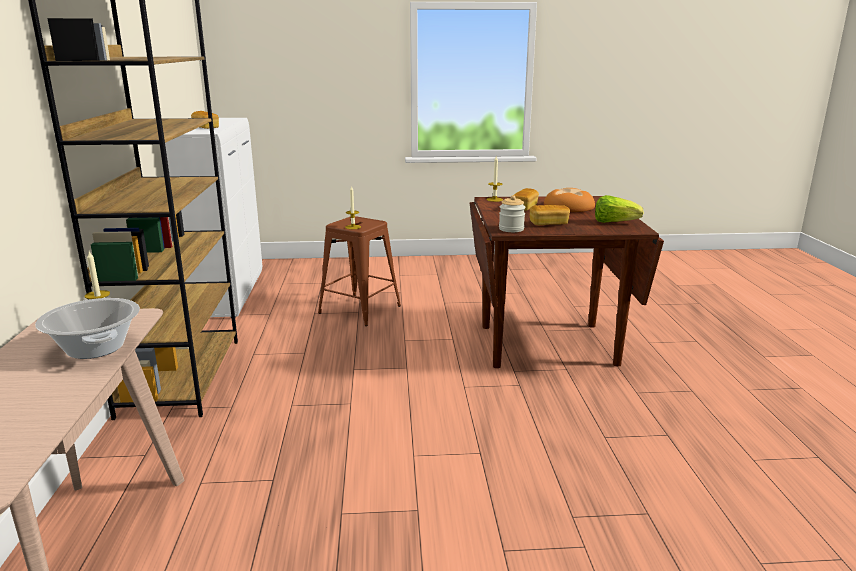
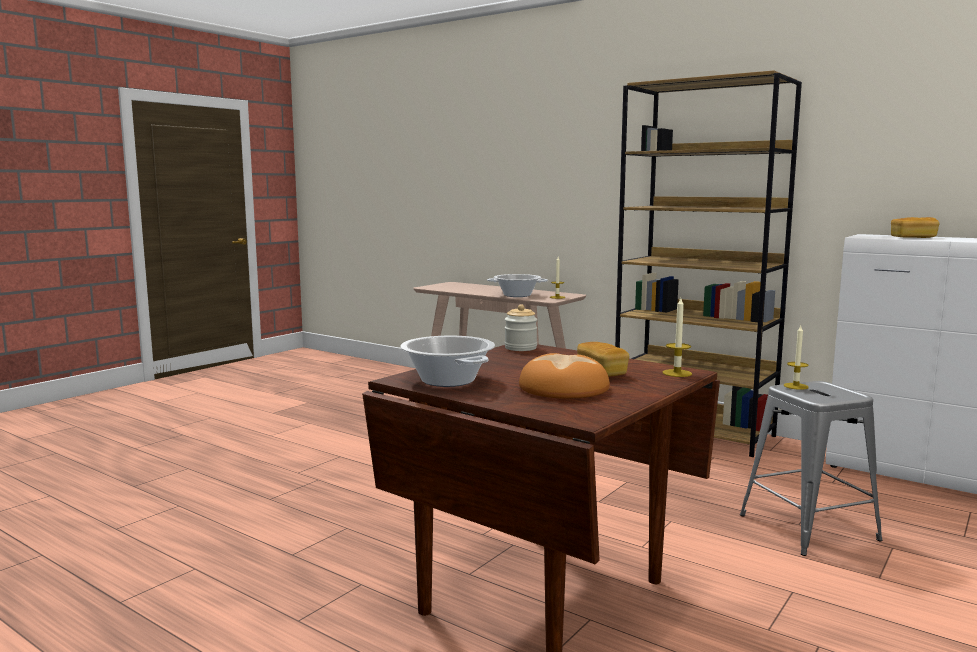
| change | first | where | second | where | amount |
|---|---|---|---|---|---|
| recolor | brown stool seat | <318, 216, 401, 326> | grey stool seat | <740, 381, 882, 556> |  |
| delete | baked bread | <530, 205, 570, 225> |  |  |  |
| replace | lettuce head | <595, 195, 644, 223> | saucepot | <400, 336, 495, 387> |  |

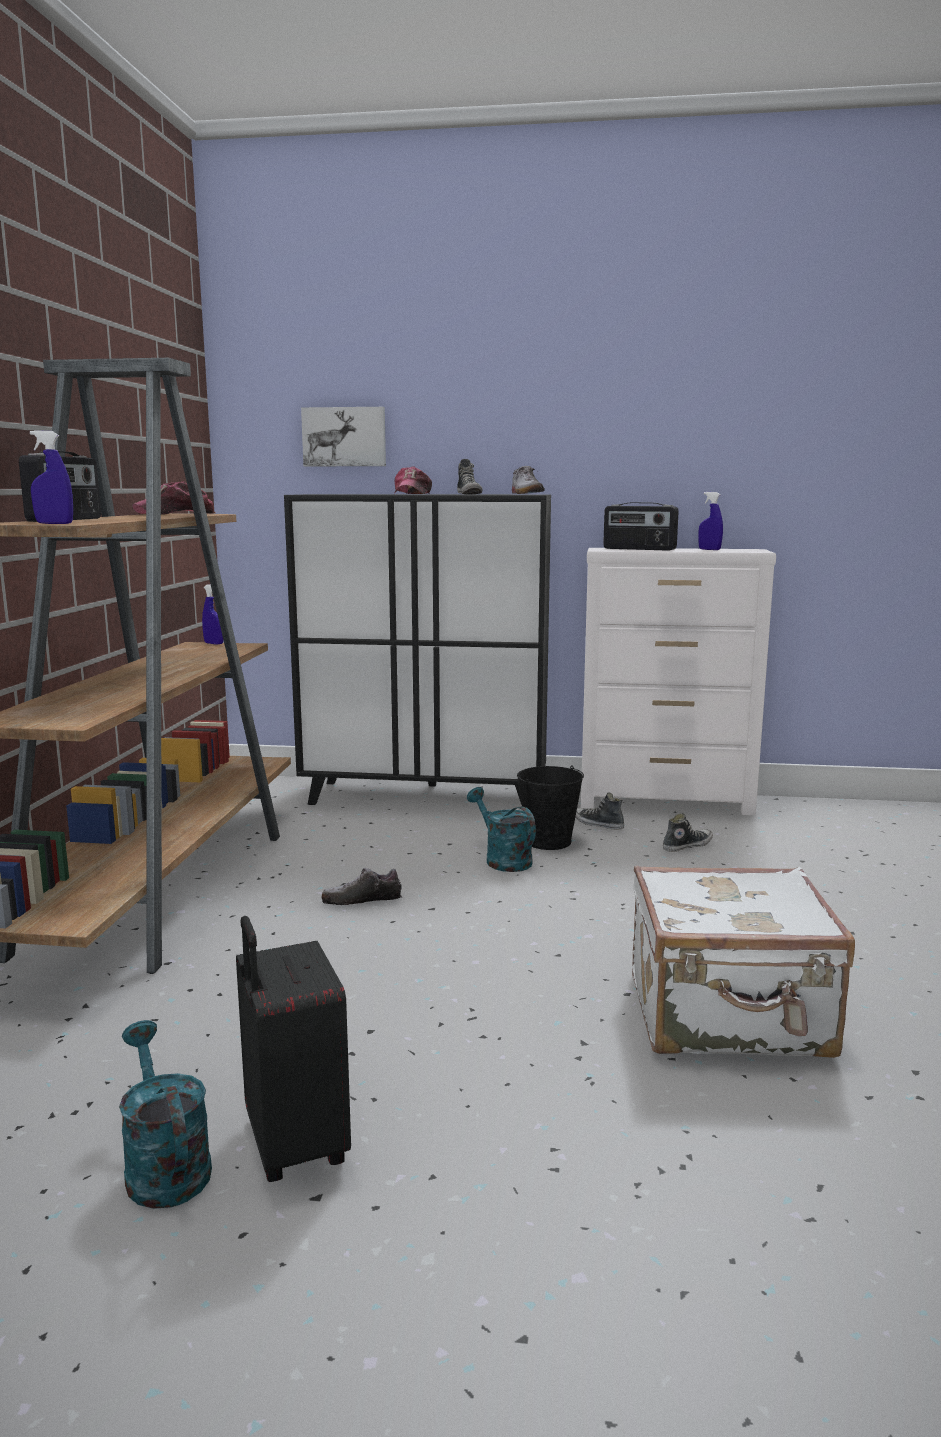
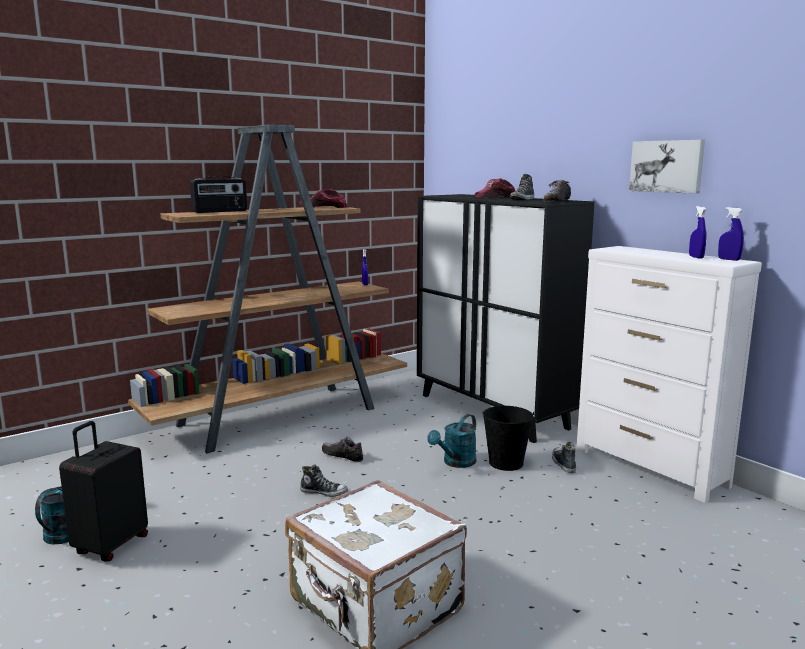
| change | first | where | second | where | amount |
|---|---|---|---|---|---|
| move | bluish spray bottle | <30, 430, 73, 524> |  | <718, 207, 744, 261> |  |
| move | picture | <301, 407, 386, 466> |  | <629, 140, 705, 194> |  |
| rotate | turquoise-coloured watering can | <467, 787, 536, 872> |  | <427, 414, 476, 468> | 150 degrees counterclockwise |
| delete | radio | <603, 502, 679, 551> |  |  |  |
| move | shoe | <663, 813, 713, 852> |  | <300, 464, 348, 497> |  |

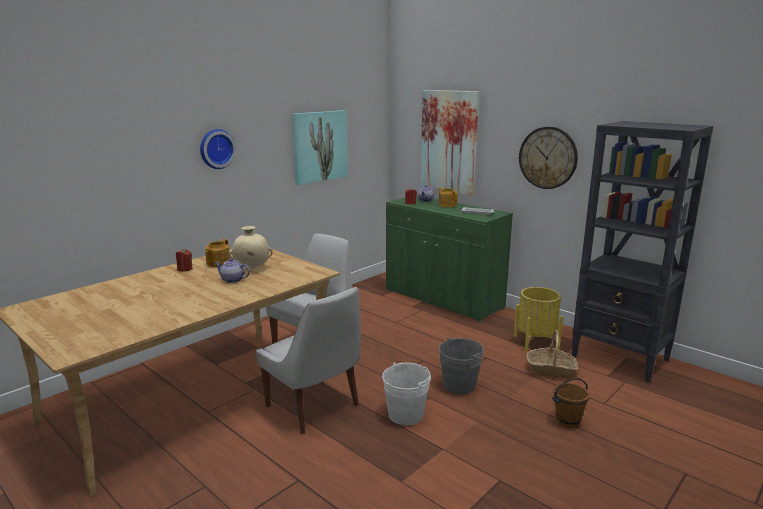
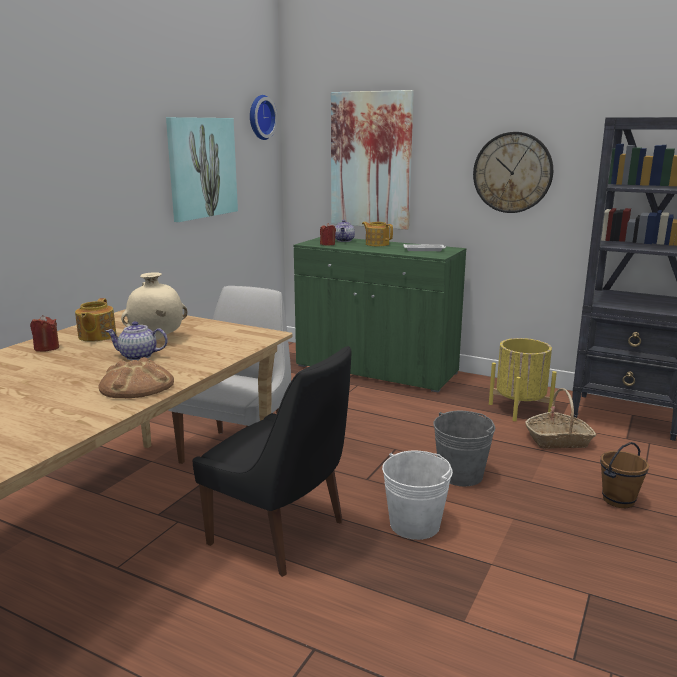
| change | first | where | second | where | amount |
|---|---|---|---|---|---|
| move | wall clock | <200, 129, 236, 169> |  | <250, 95, 277, 140> |  |
| recolor | white chair | <256, 287, 361, 434> | black chair | <192, 346, 352, 577> |  |
| insert |  |  | baked bread | <98, 357, 174, 398> |  |

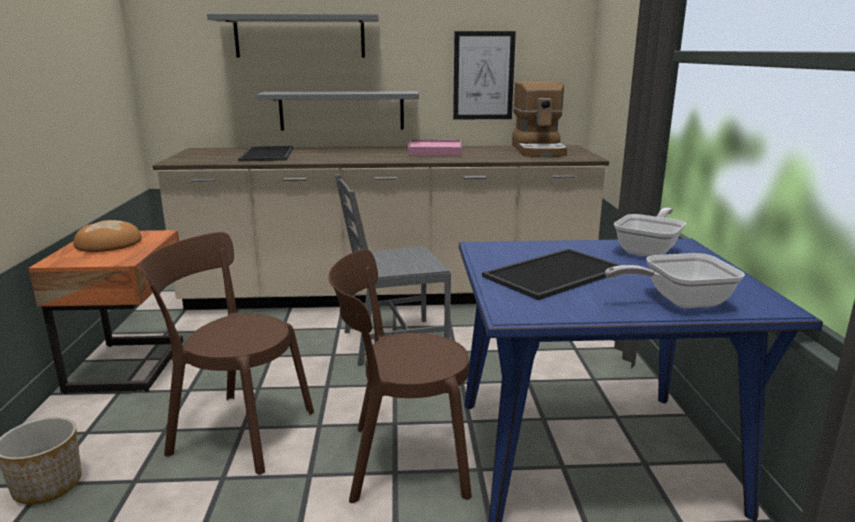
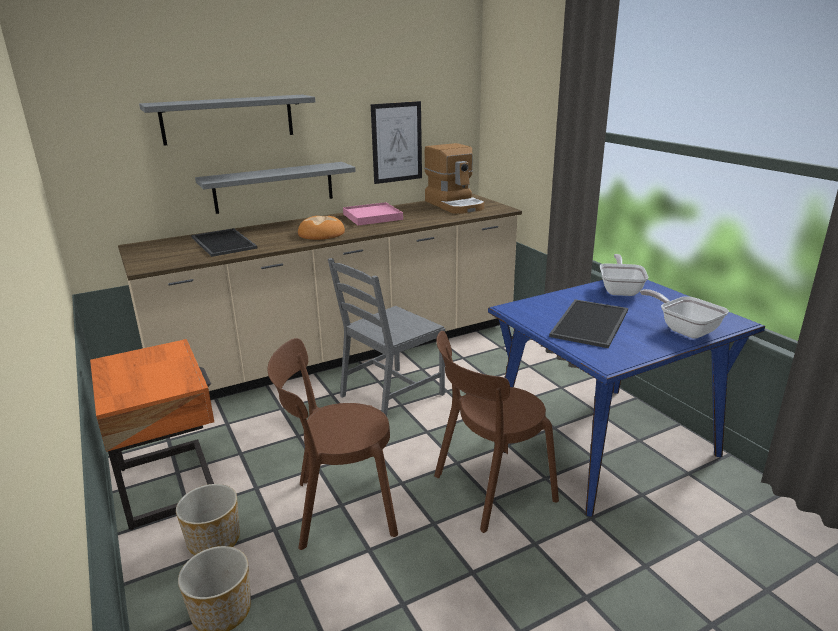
| change | first | where | second | where | amount |
|---|---|---|---|---|---|
| move | baked bread | <74, 220, 142, 252> |  | <298, 216, 345, 240> |  |
| rotate | skillet | <605, 253, 745, 308> |  | <640, 289, 729, 339> | 90 degrees clockwise |
| insert |  |  | flower pot | <176, 484, 240, 555> |  |

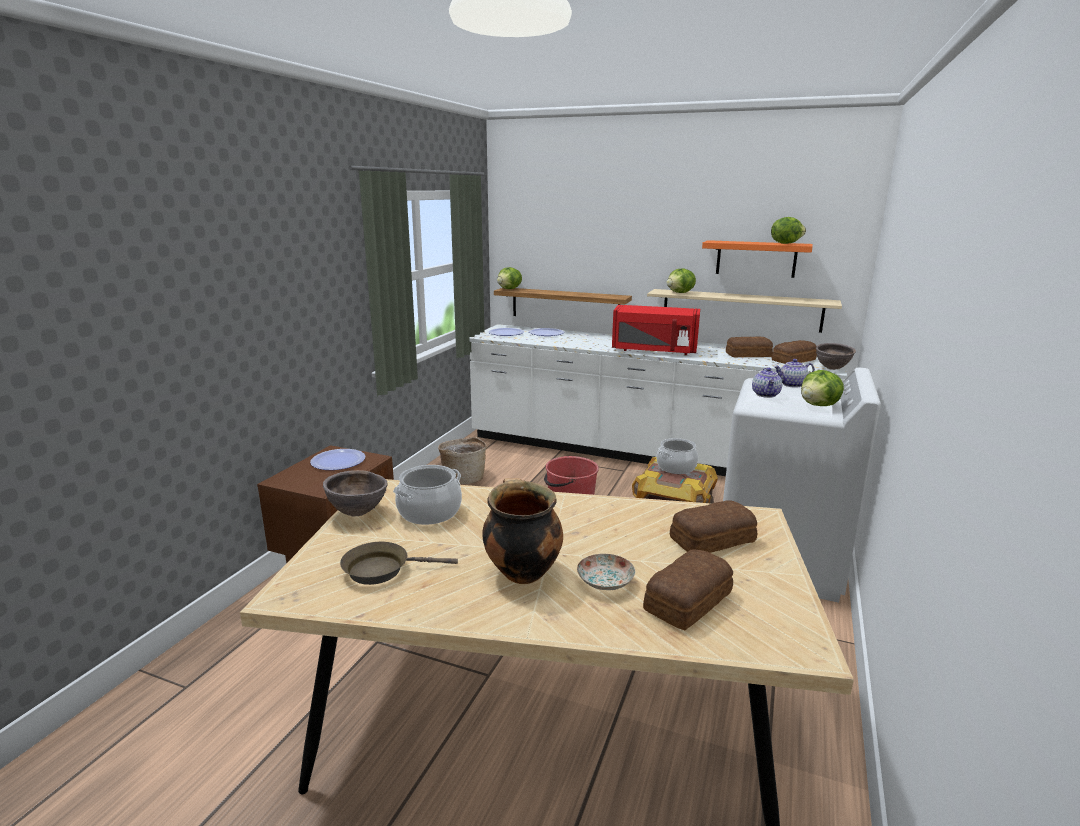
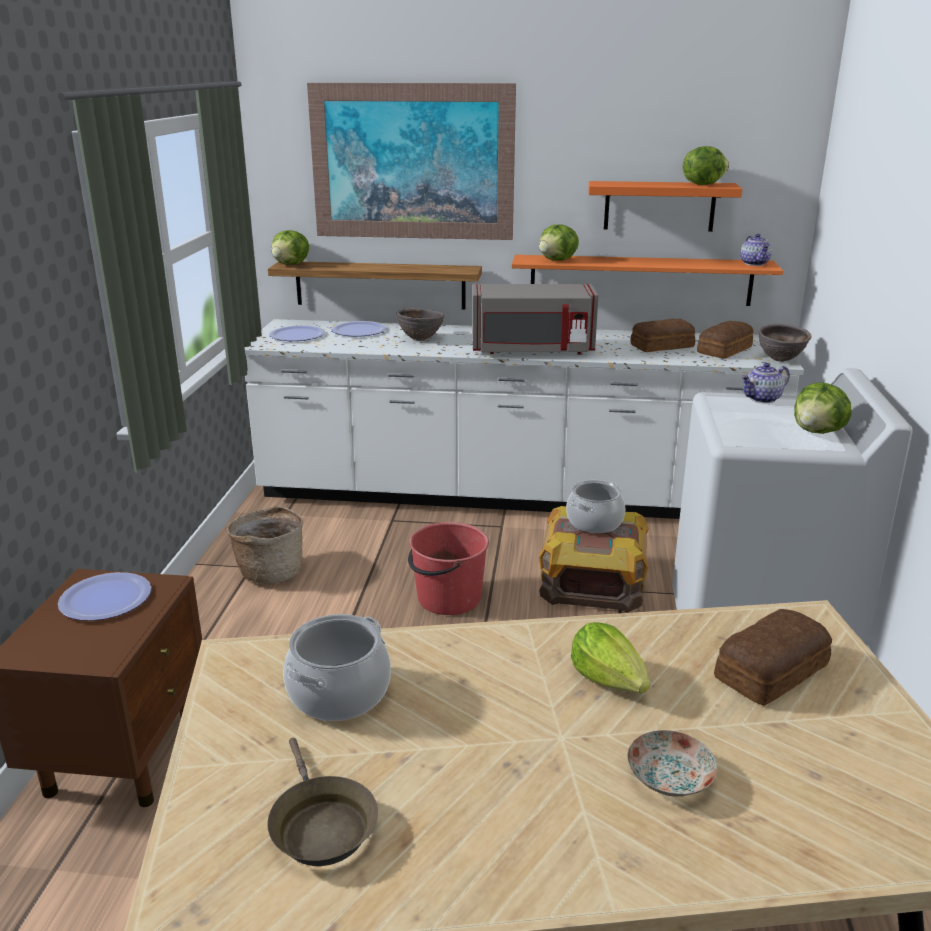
| change | first | where | second | where | amount |
|---|---|---|---|---|---|
| move | brown serving bowl | <323, 470, 388, 517> |  | <397, 308, 444, 341> |  |
| rotate | brown skillet | <340, 542, 458, 585> |  | <267, 738, 378, 866> | 90 degrees counterclockwise |
| delete | saucepot | <482, 478, 563, 584> |  |  |  |
| recolor | reddish kitchen microwave | <612, 305, 700, 355> | grey kitchen microwave | <472, 284, 598, 354> |  |
| delete | baked bread | <643, 550, 733, 630> |  |  |  |
| recolor | sand-coloured wall shelf | <647, 289, 842, 333> | orange wall shelf | <512, 255, 783, 306> |  |
| move | tea pot | <752, 368, 782, 398> |  | <740, 234, 772, 266> |  |
| insert |  |  | picture | <307, 83, 516, 240> |  |
| insert |  |  | lettuce head | <571, 622, 651, 694> |  |

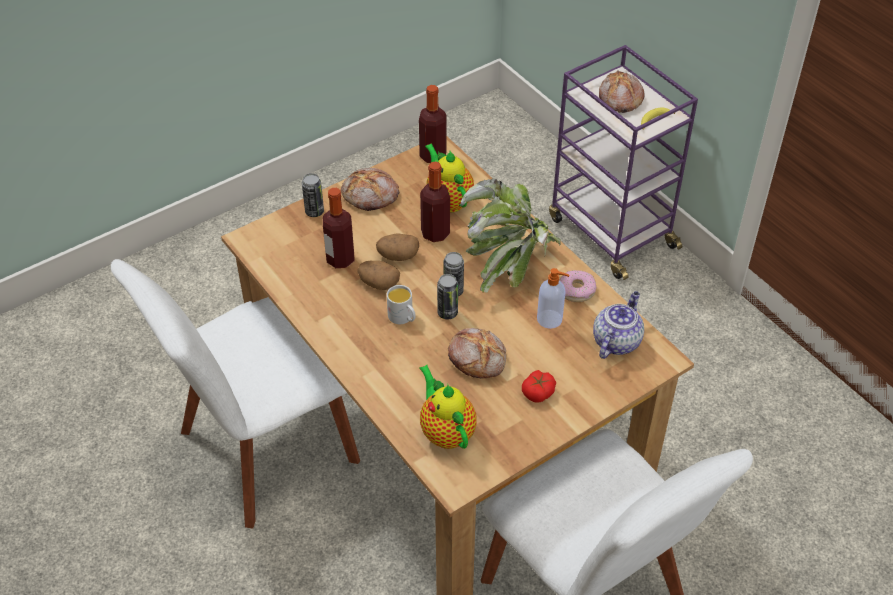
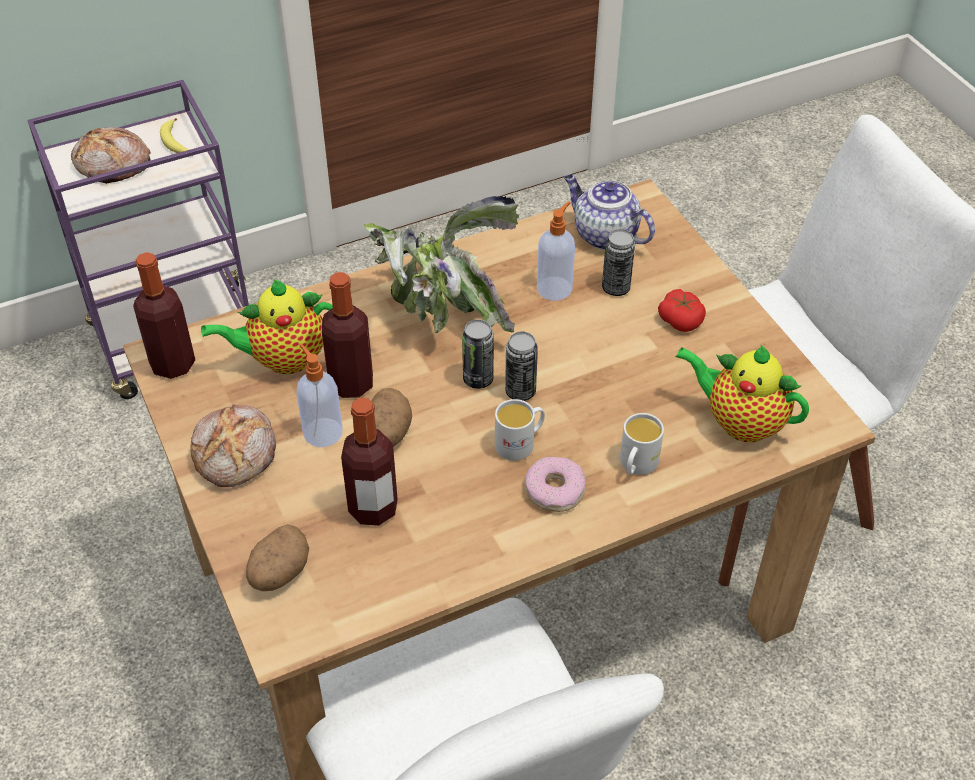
| change | first | where | second | where | amount |
|---|---|---|---|---|---|
| move | sealed can | <302, 173, 324, 217> |  | <602, 229, 635, 296> |  |
| move | spud | <357, 261, 400, 290> |  | <246, 524, 309, 591> |  |
| rotate | tea pot | <419, 365, 477, 449> |  | <675, 345, 809, 442> | 45 degrees clockwise |
| delete | baked bread | <448, 328, 506, 378> |  |  |  |
| move | donut | <559, 270, 596, 302> |  | <525, 456, 586, 512> |  |
| insert |  |  | liquid soap bottle | <296, 343, 343, 447> |  |
| insert |  |  | white tea mug | <620, 413, 664, 475> |  |

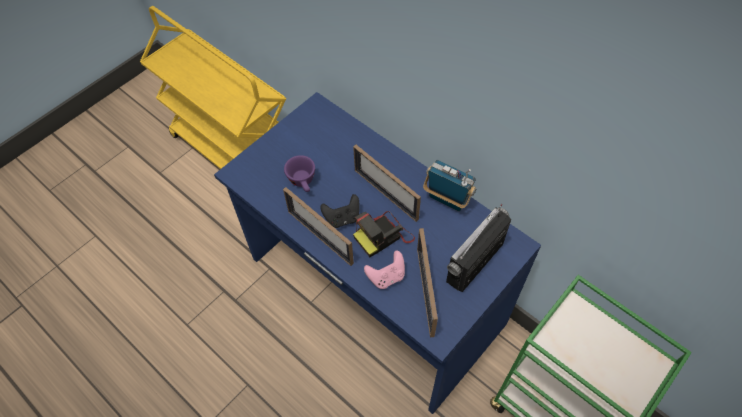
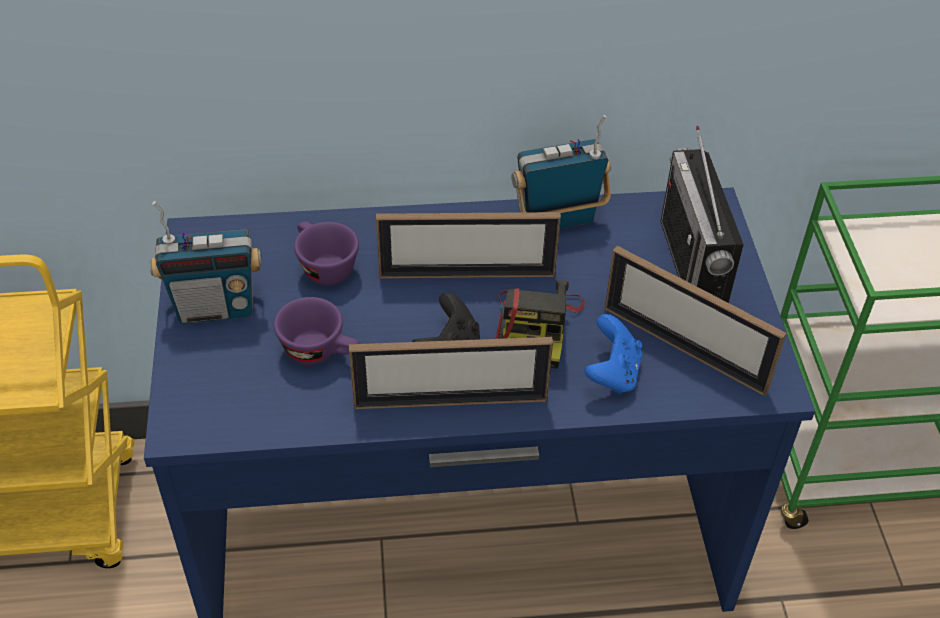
| change | first | where | second | where | amount |
|---|---|---|---|---|---|
| recolor | pink-coloured joypad | <364, 251, 405, 289> | bluish joypad | <585, 314, 642, 394> |  |
| insert |  |  | radio | <150, 201, 262, 323> |  |
| insert |  |  | purple-coloured small cup | <294, 222, 359, 285> |  |

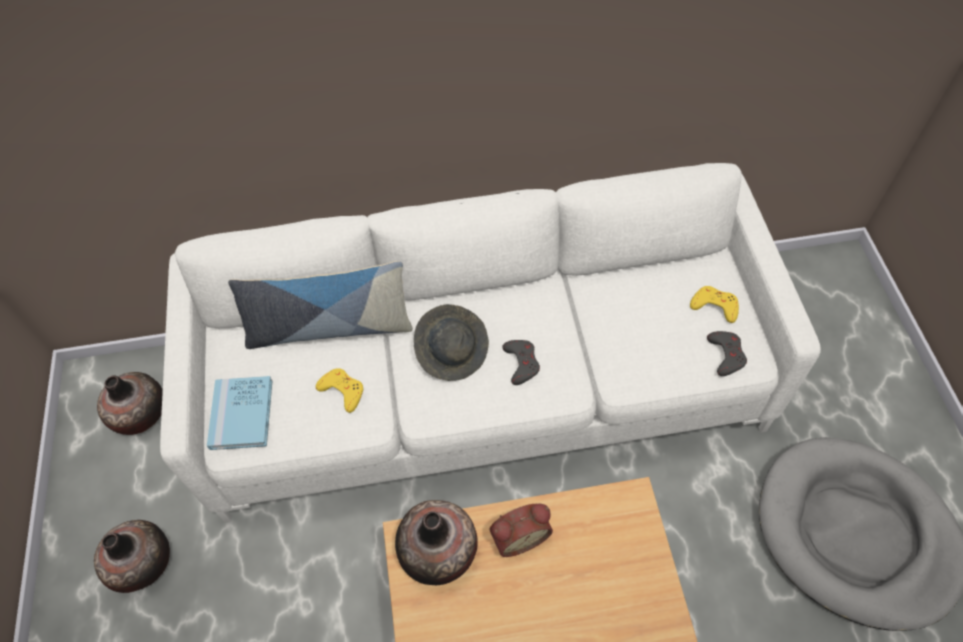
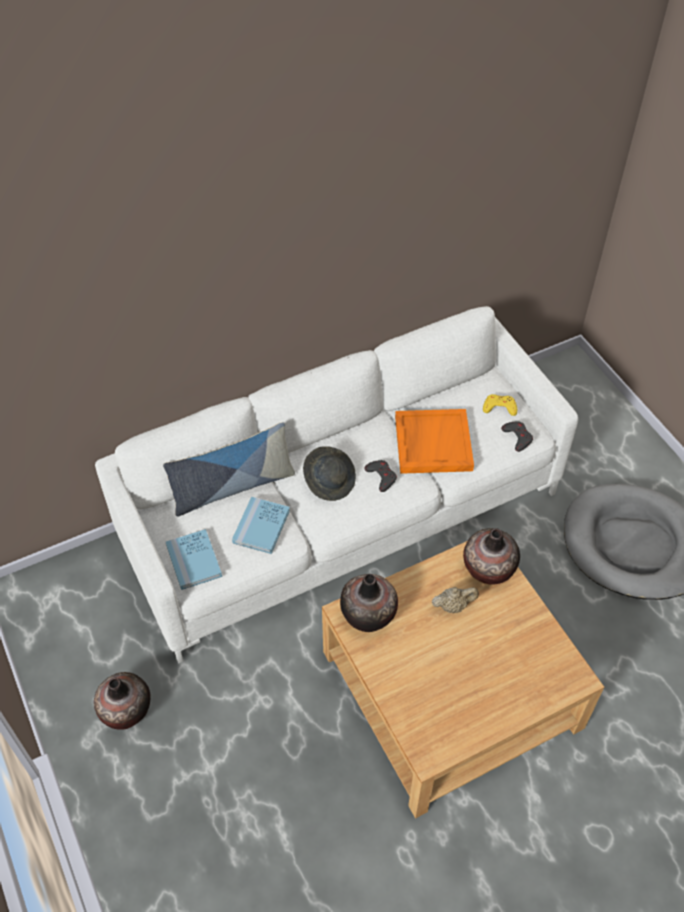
| change | first | where | second | where | amount |
|---|---|---|---|---|---|
| move | decorative vase | <97, 372, 163, 435> |  | <463, 528, 520, 585> |  |
| replace | yellowish joypad | <316, 368, 363, 413> | bluish bound book | <232, 497, 290, 554> |  |
| delete | table clock | <490, 504, 553, 557> |  |  |  |
| insert |  |  | orange carrying tray | <395, 409, 474, 474> |  |
| insert |  |  | sand-coloured tea pot | <432, 587, 479, 613> |  |

